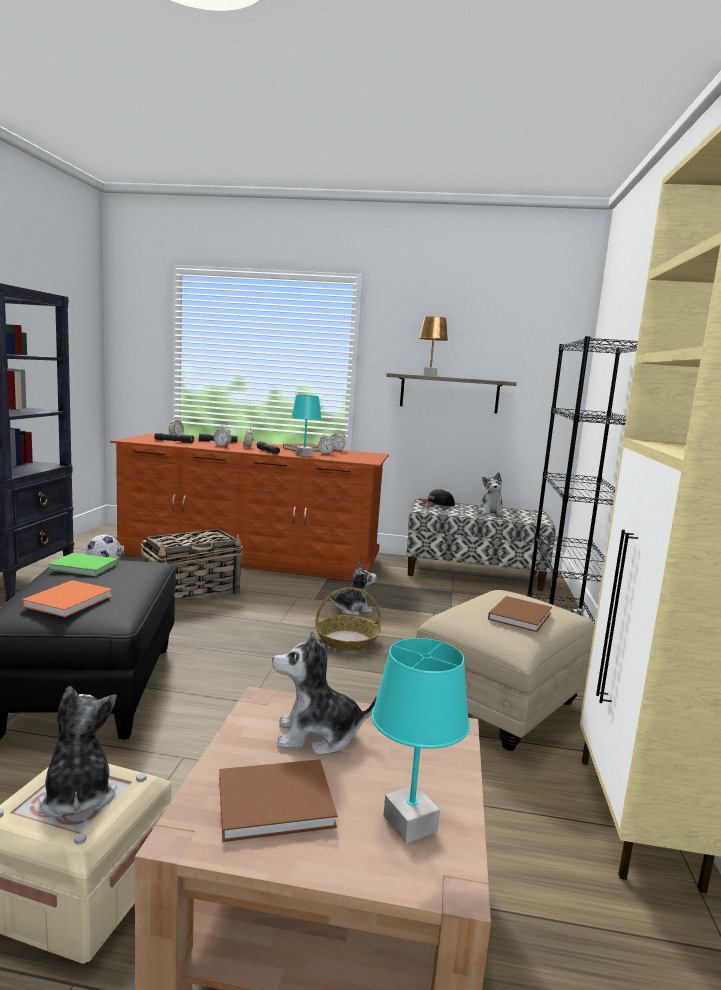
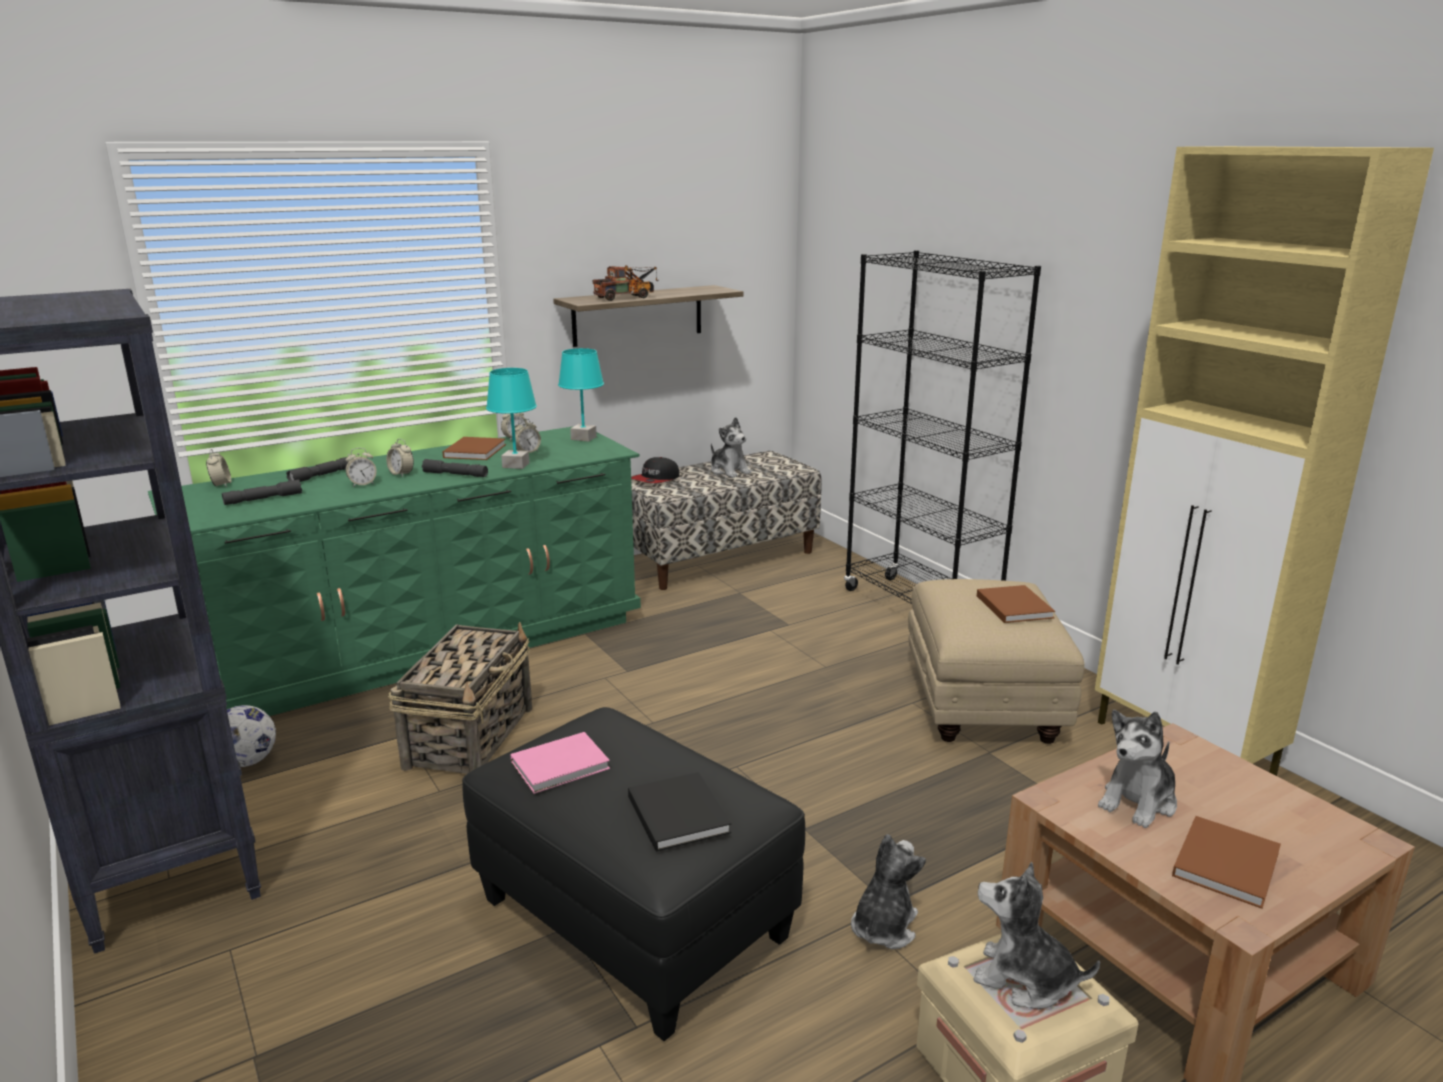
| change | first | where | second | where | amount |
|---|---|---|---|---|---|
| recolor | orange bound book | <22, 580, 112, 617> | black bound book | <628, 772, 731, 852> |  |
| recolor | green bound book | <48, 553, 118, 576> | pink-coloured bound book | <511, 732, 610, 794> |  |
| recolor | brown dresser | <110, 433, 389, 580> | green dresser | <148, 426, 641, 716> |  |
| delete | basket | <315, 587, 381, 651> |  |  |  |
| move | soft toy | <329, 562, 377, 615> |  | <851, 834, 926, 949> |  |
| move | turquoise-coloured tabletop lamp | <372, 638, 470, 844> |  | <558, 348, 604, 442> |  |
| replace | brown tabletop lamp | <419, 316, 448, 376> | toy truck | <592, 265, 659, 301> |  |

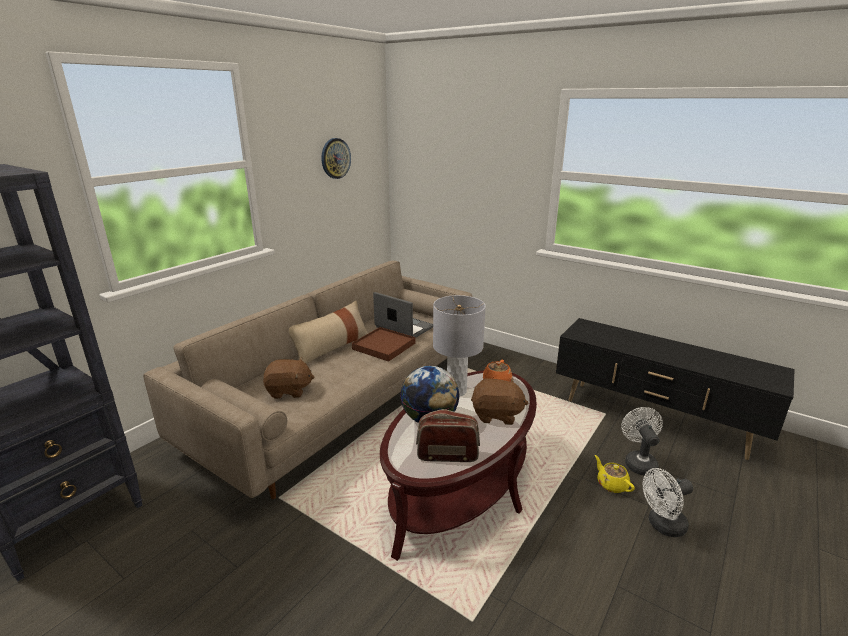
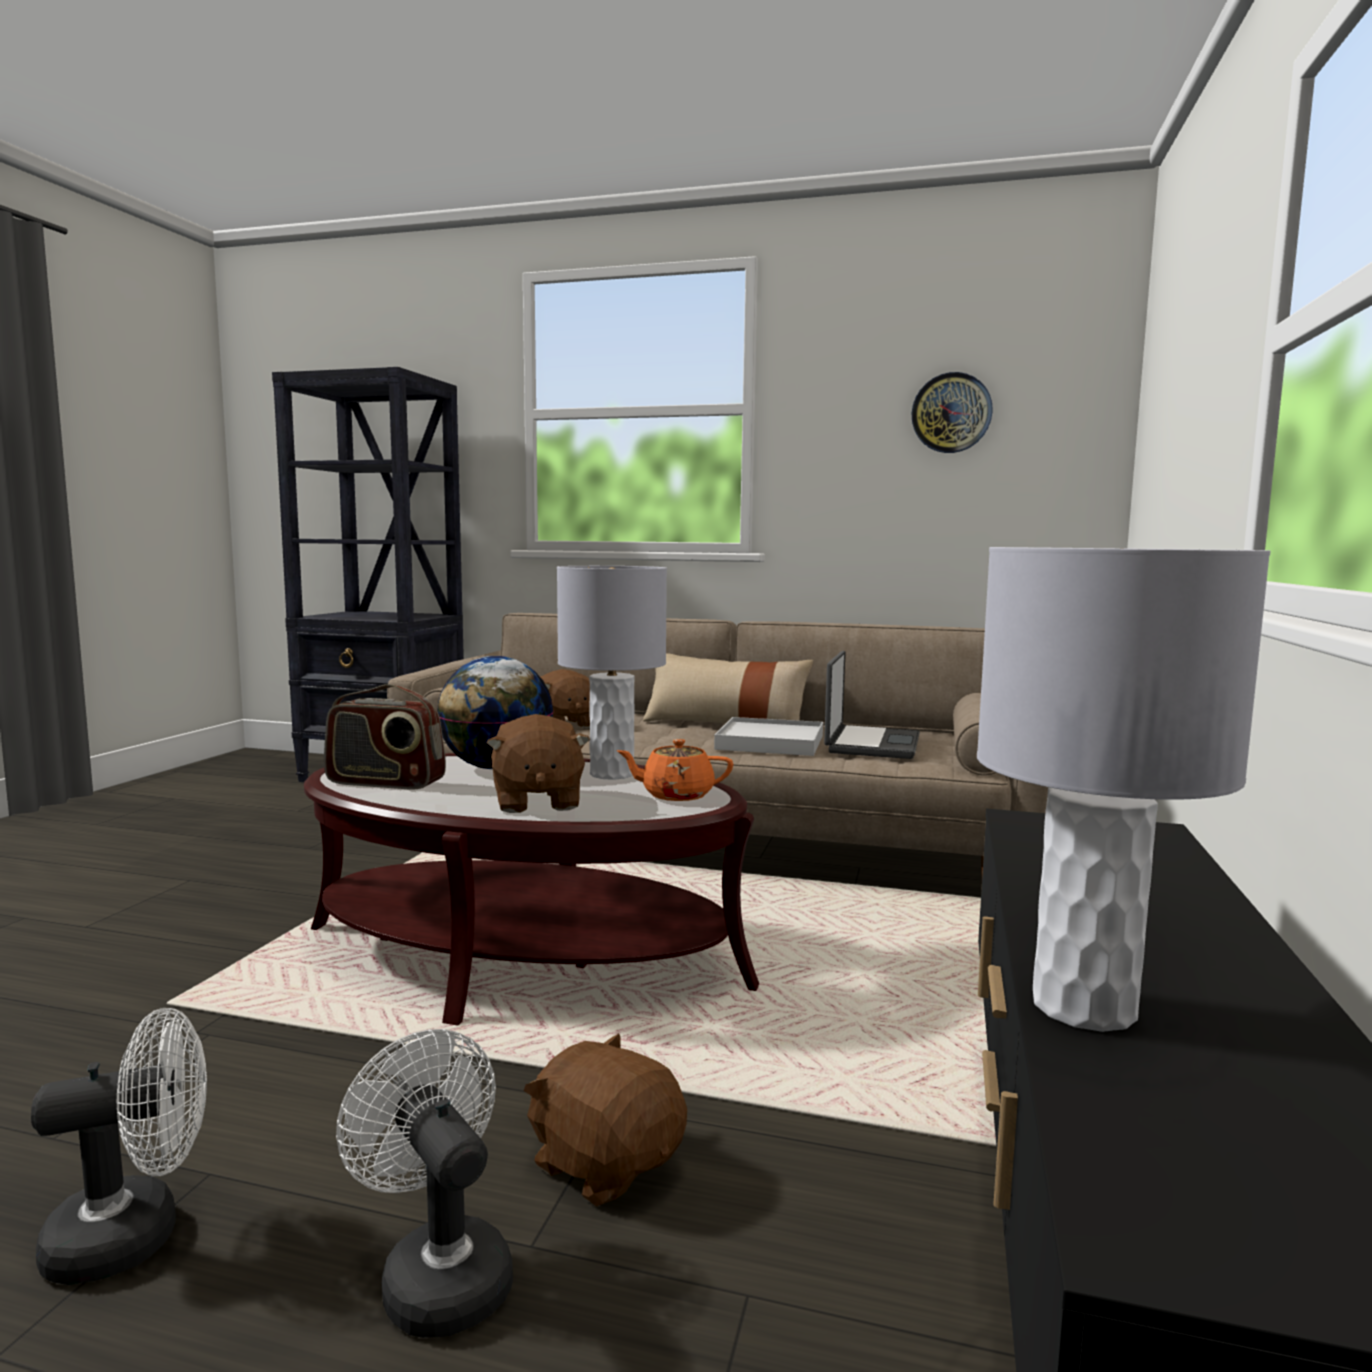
| change | first | where | second | where | amount |
|---|---|---|---|---|---|
| recolor | brown carrying tray | <352, 327, 416, 362> | white carrying tray | <714, 717, 823, 756> |  |
| rotate | radio | <416, 409, 480, 462> |  | <324, 684, 446, 790> | 120 degrees clockwise |
| replace | yellowish tea pot | <595, 455, 635, 493> | brown soft toy | <524, 1033, 687, 1207> |  |
| move | white electric fan | <621, 407, 663, 475> |  | <31, 1008, 207, 1285> |  |
| insert |  |  | grey tabletop lamp | <977, 547, 1270, 1032> |  |

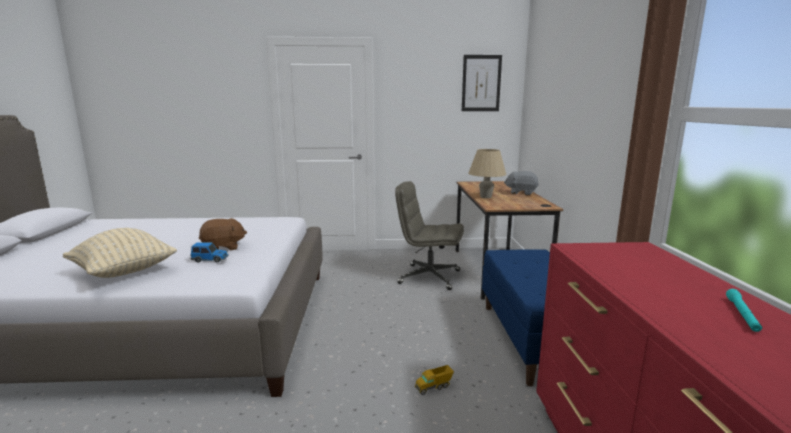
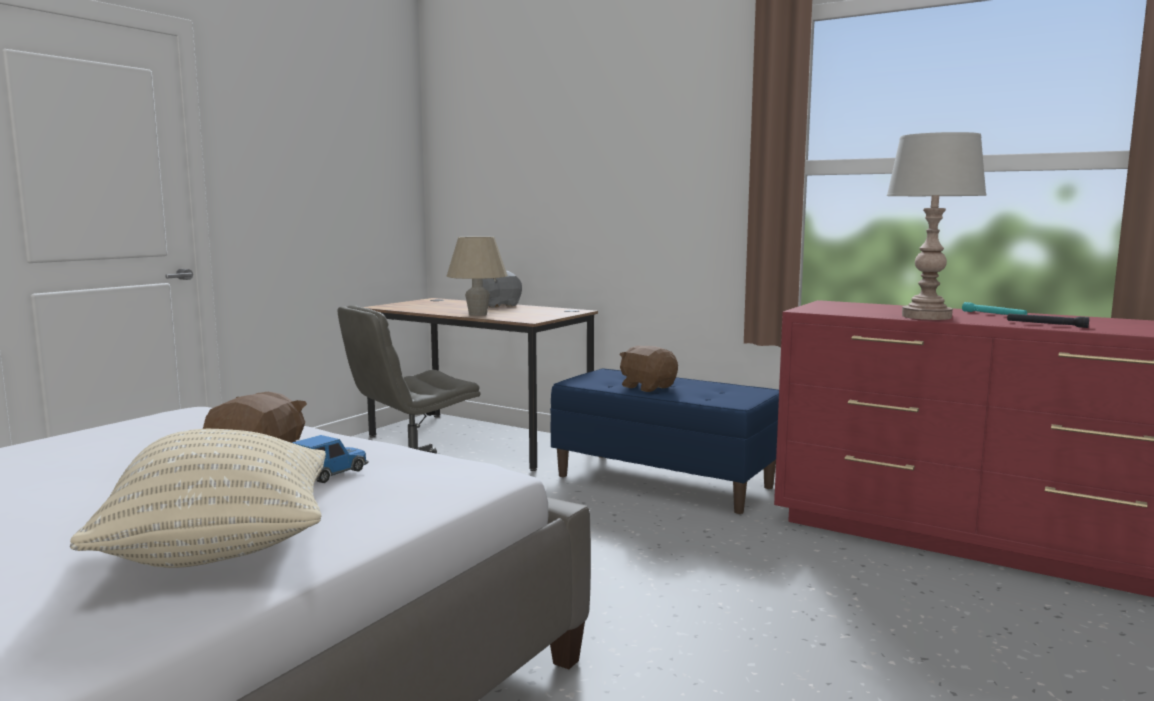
| change | first | where | second | where | amount |
|---|---|---|---|---|---|
| delete | toy truck | <415, 365, 454, 395> |  |  |  |
| delete | picture | <462, 55, 502, 111> |  |  |  |
| insert |  |  | brown soft toy | <620, 345, 678, 392> |  |
| insert |  |  | grey tabletop lamp | <887, 132, 987, 320> |  |
| insert |  |  | black hand torch | <1007, 314, 1089, 328> |  |

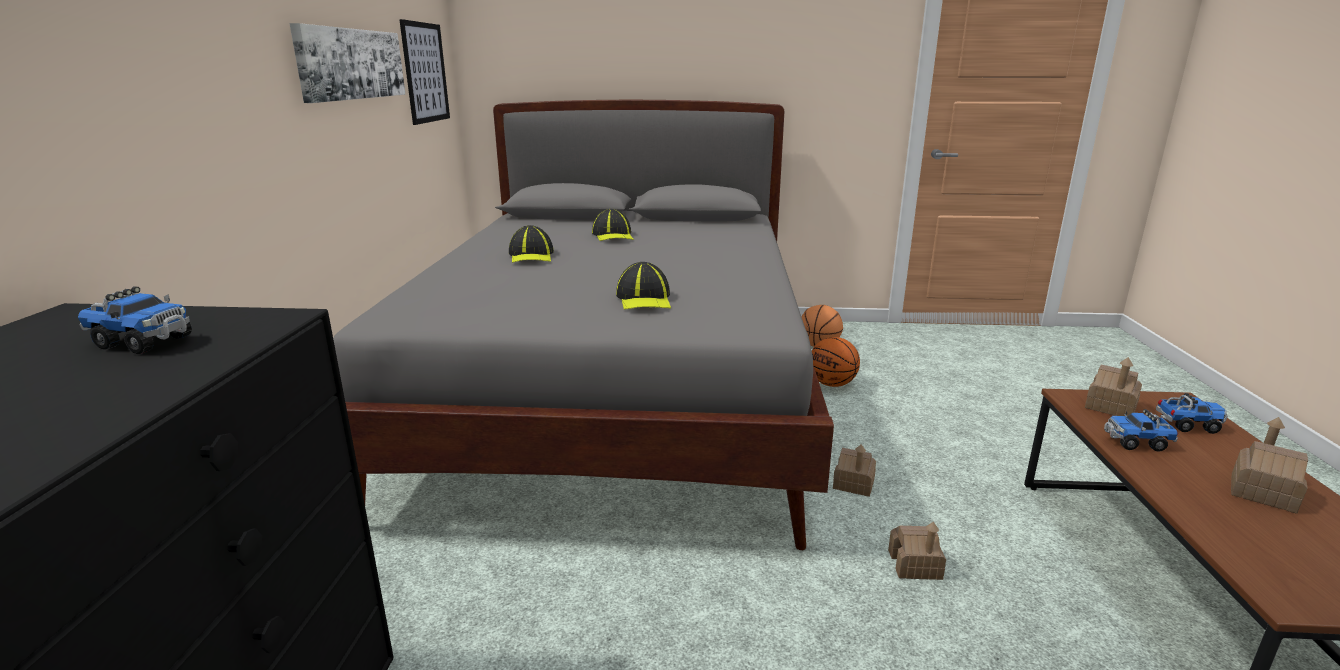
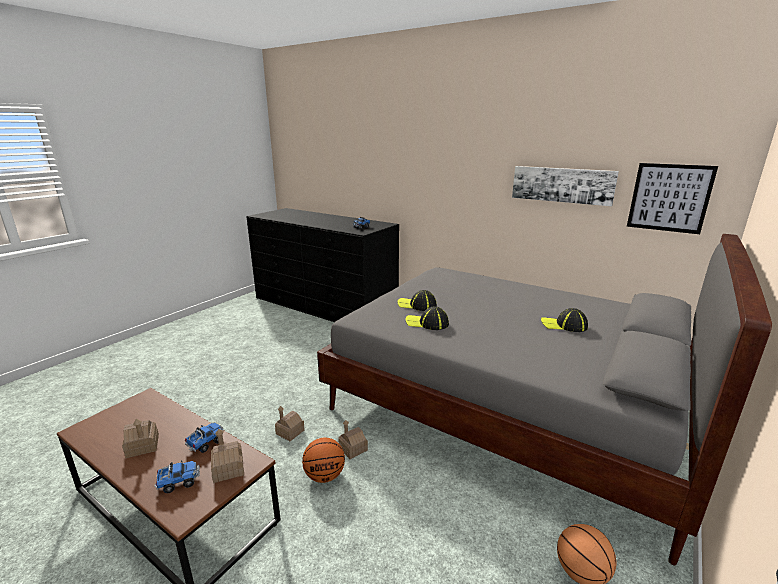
| change | first | where | second | where | amount |
|---|---|---|---|---|---|
| move | peaked cap | <509, 225, 554, 263> |  | <406, 306, 449, 330> |  |
| move | basketball | <812, 337, 860, 387> |  | <302, 437, 345, 483> |  |
| rotate | toy truck | <1156, 393, 1228, 434> |  | <154, 460, 200, 493> | 150 degrees counterclockwise |

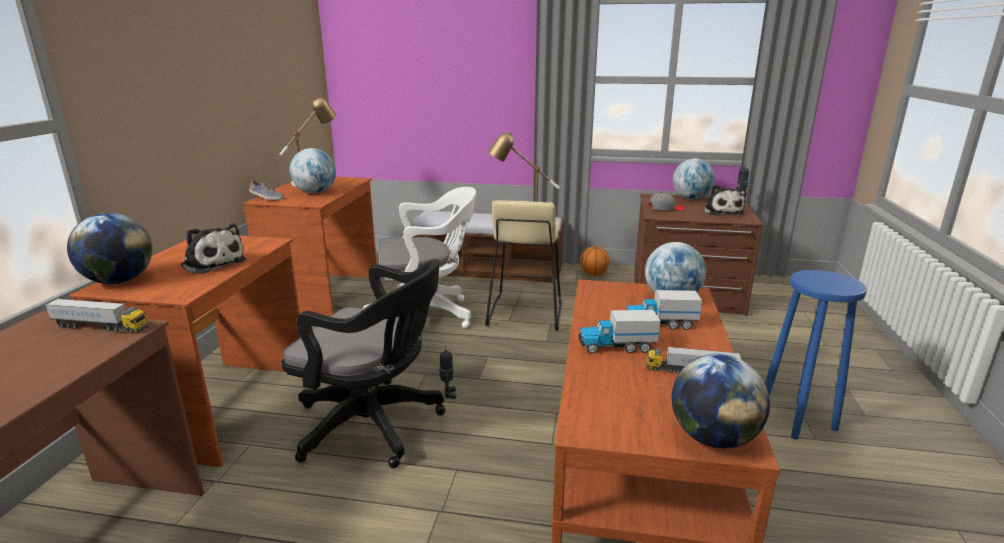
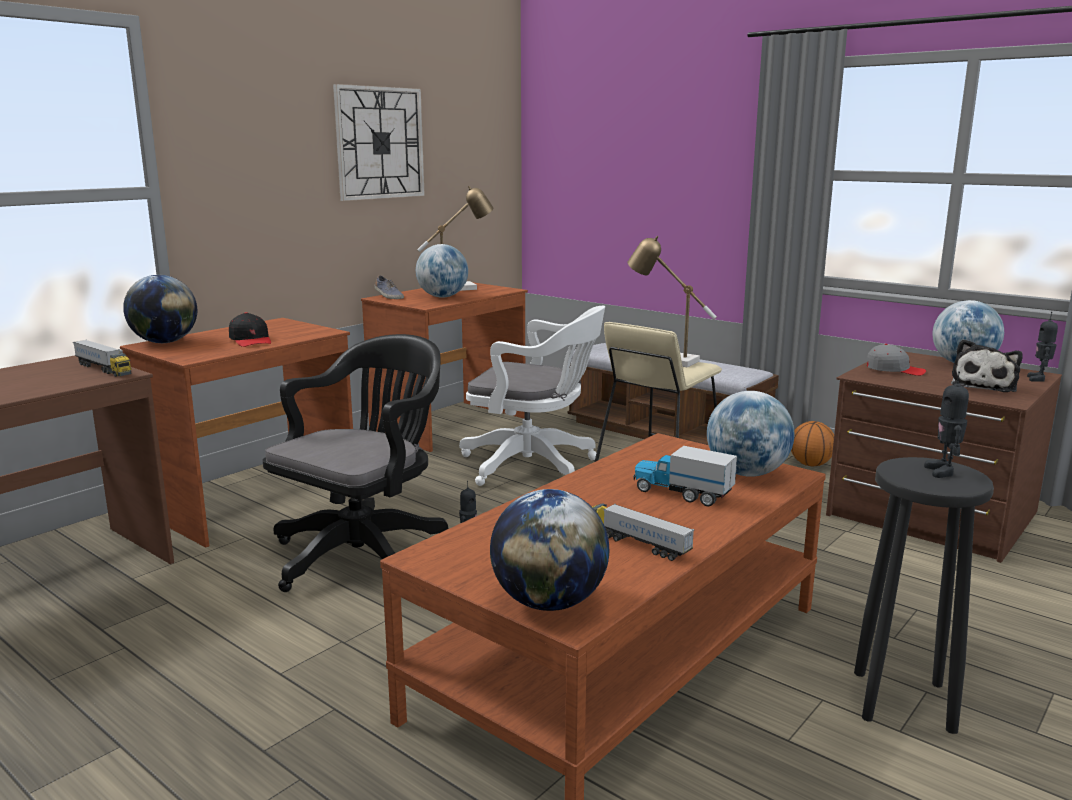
| change | first | where | second | where | amount |
|---|---|---|---|---|---|
| replace | soft toy | <181, 223, 246, 274> | black peaked cap | <229, 312, 271, 347> |  |
| rotate | black computer chair | <282, 259, 446, 468> |  | <263, 334, 448, 592> | 105 degrees counterclockwise |
| delete | toy truck | <578, 310, 661, 354> |  |  |  |
| recolor | bluish stool seat | <765, 270, 867, 440> | black stool seat | <854, 457, 994, 734> |  |
| insert |  |  | wall clock | <333, 84, 425, 201> |  |
| insert |  |  | robot figure | <924, 371, 969, 478> |  |

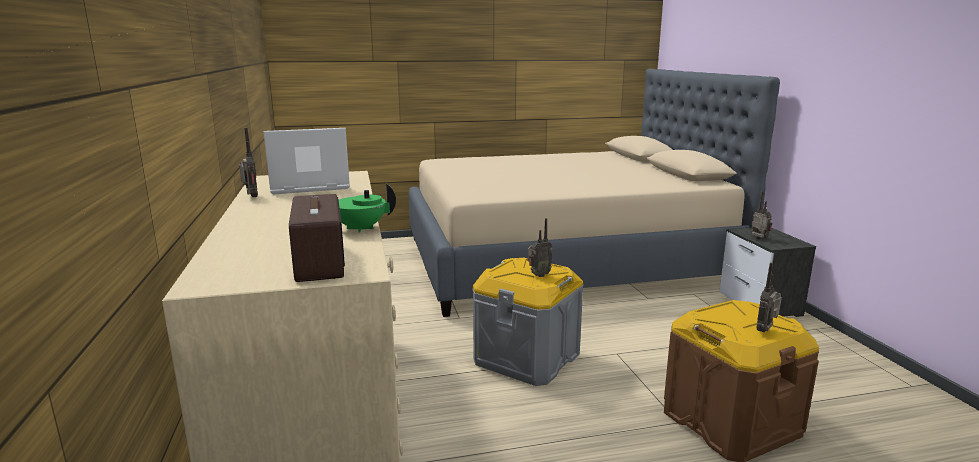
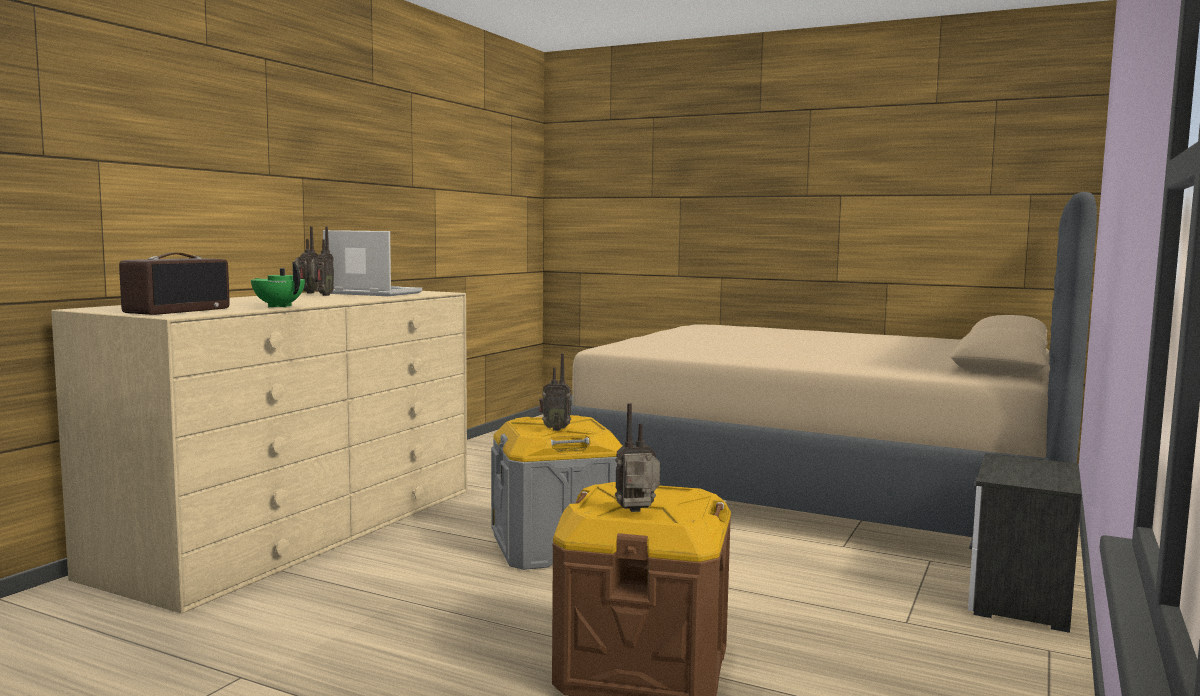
| change | first | where | second | where | amount |
|---|---|---|---|---|---|
| move | radio | <751, 191, 773, 239> |  | <311, 226, 334, 296> |  |

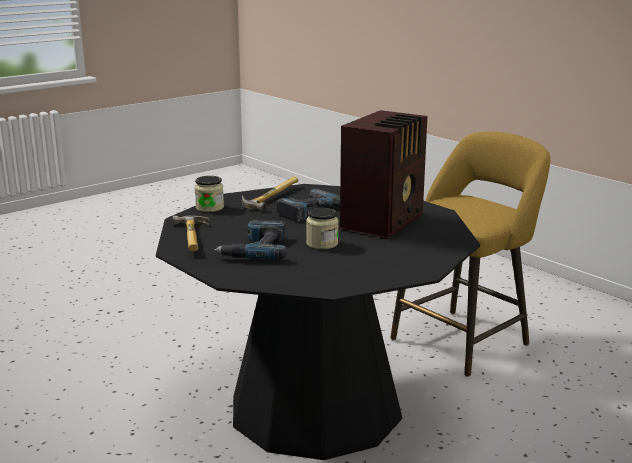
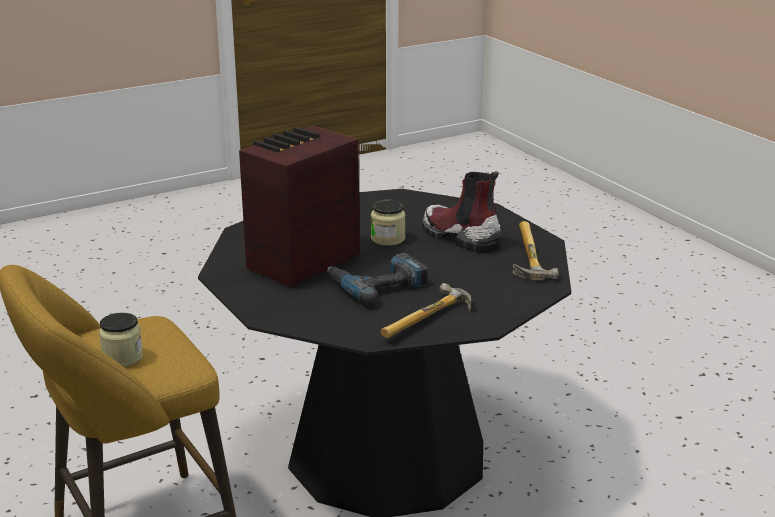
| change | first | where | second | where | amount |
|---|---|---|---|---|---|
| move | preserve jar | <194, 176, 224, 212> |  | <99, 313, 143, 367> |  |
| replace | electric drill | <214, 220, 288, 259> | high-top boot | <422, 171, 502, 254> |  |

